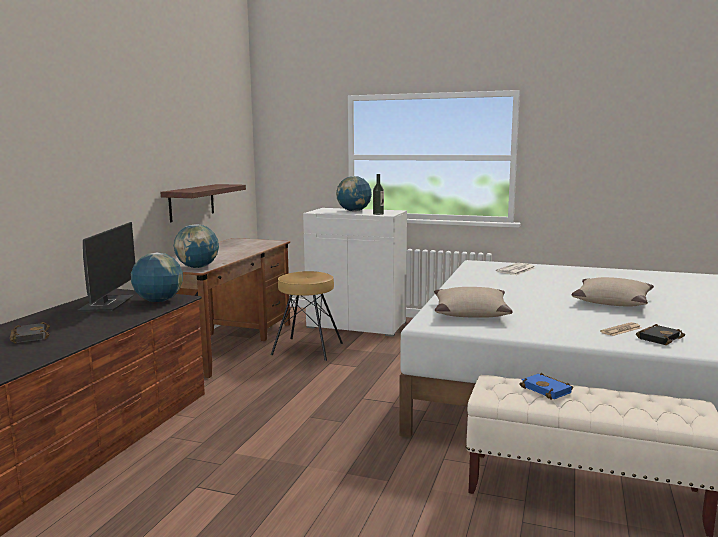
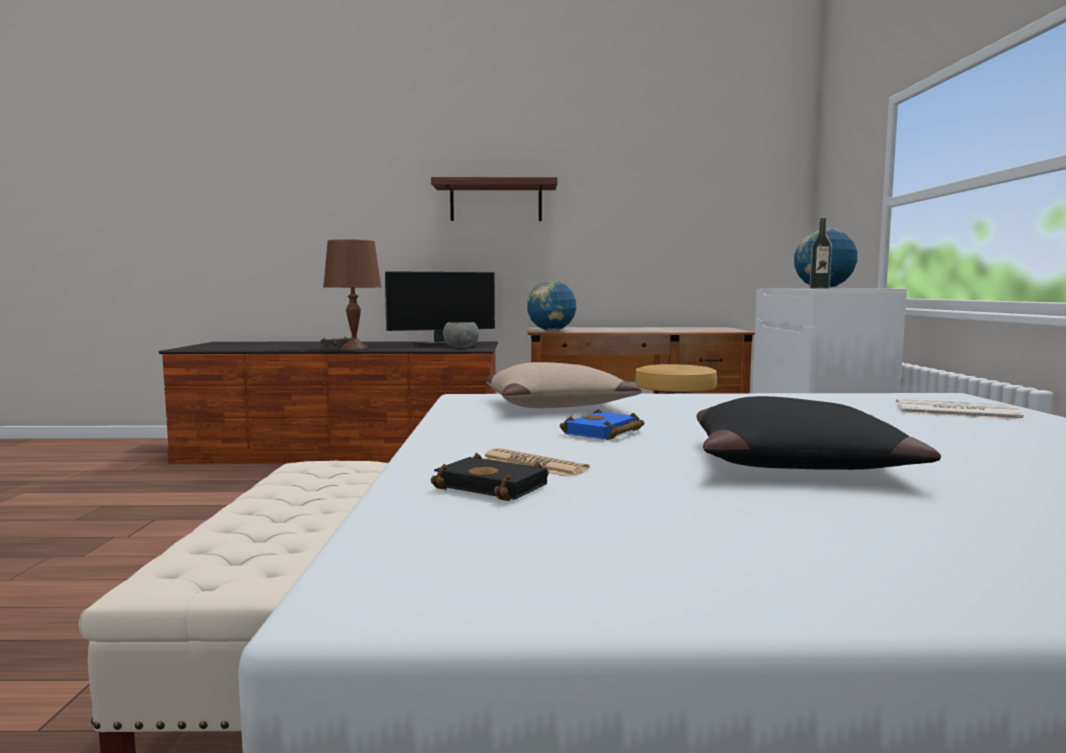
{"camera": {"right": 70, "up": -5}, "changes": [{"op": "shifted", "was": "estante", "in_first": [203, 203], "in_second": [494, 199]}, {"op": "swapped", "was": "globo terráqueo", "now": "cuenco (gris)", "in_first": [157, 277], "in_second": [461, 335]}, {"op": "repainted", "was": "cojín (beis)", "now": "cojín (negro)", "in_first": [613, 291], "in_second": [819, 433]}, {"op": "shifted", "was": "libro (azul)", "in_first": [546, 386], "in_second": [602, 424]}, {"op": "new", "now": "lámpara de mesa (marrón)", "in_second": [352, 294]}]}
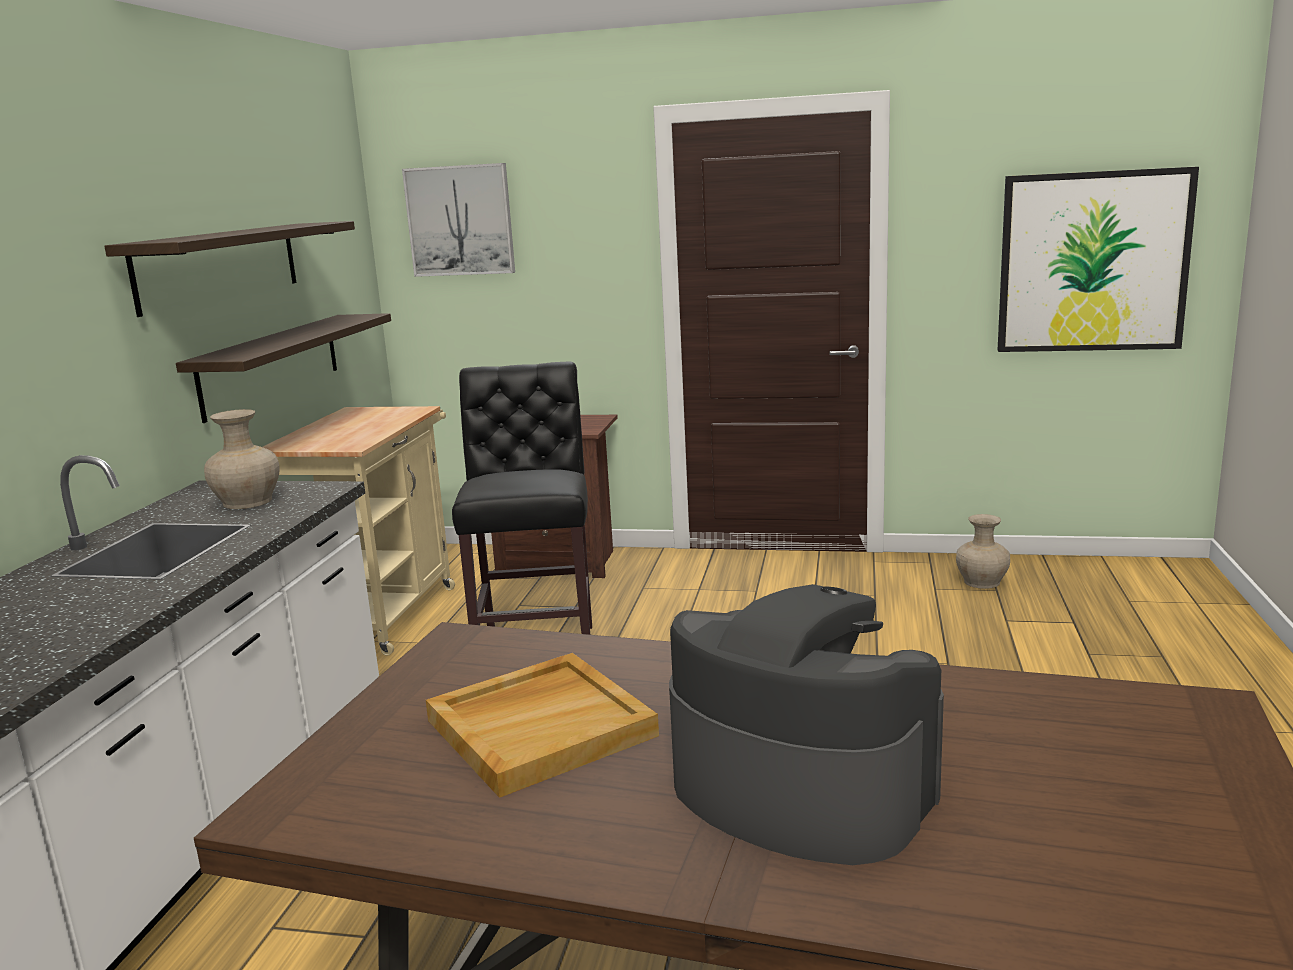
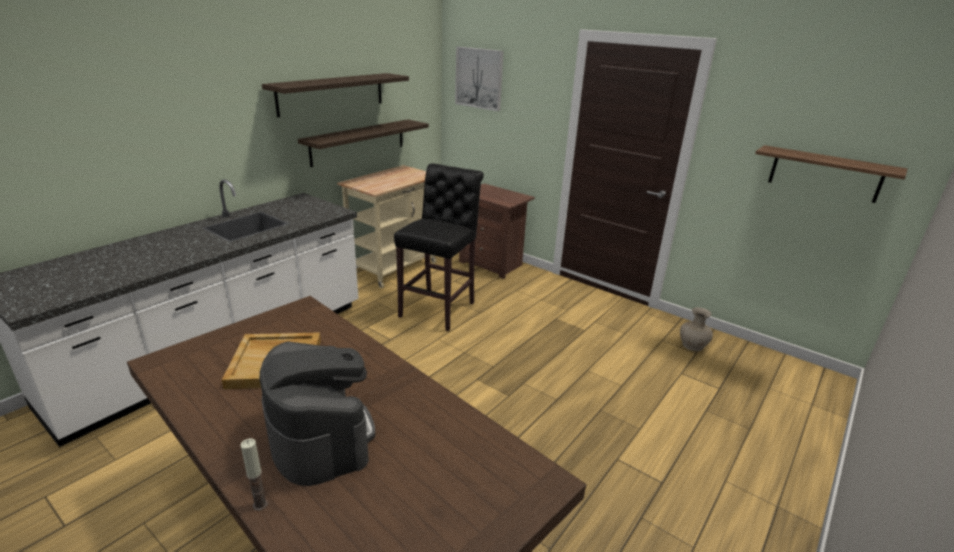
{"camera": {"right": 25, "up": 10}, "changes": [{"op": "swapped", "was": "cuadro", "now": "estante", "in_first": [1098, 259], "in_second": [831, 174]}, {"op": "gone", "was": "florero (beis)", "in_first": [242, 459]}, {"op": "new", "now": "vela", "in_second": [254, 474]}]}
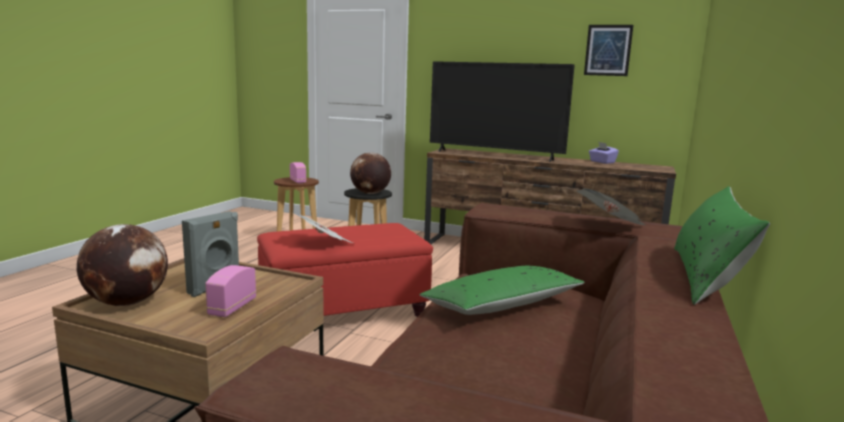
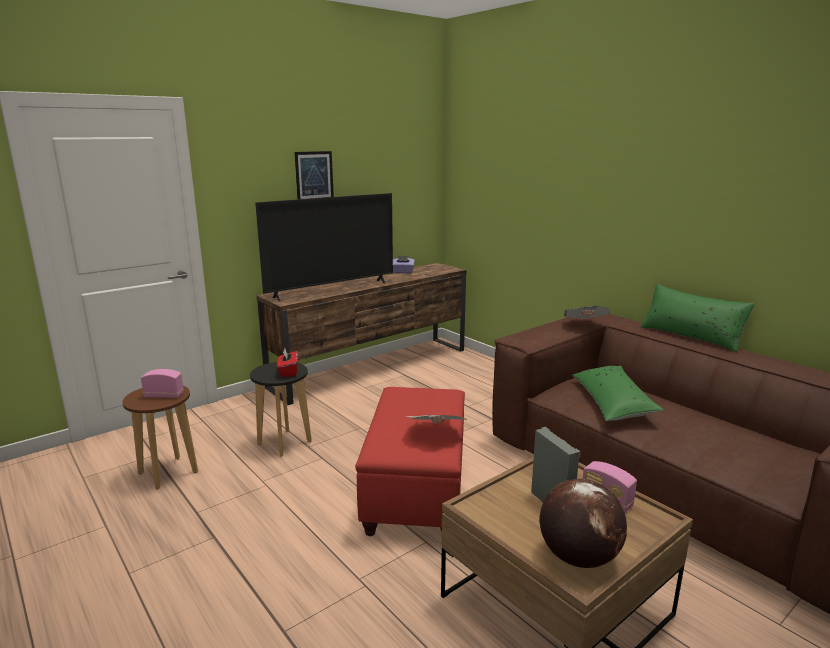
{"camera": {"right": -60, "up": 5}, "changes": [{"op": "shifted", "was": "cuadro", "in_first": [608, 50], "in_second": [314, 175]}, {"op": "swapped", "was": "globo terráqueo", "now": "caja de pañuelos (rojo)", "in_first": [370, 173], "in_second": [287, 362]}]}
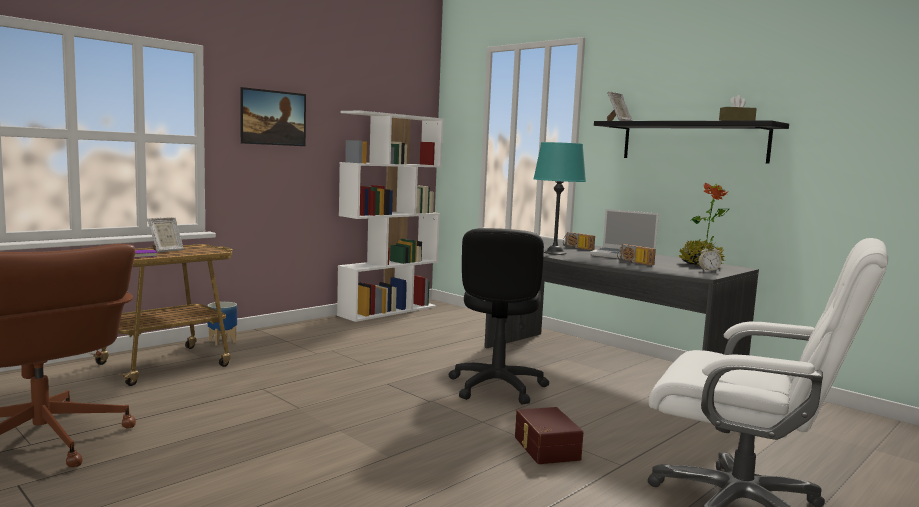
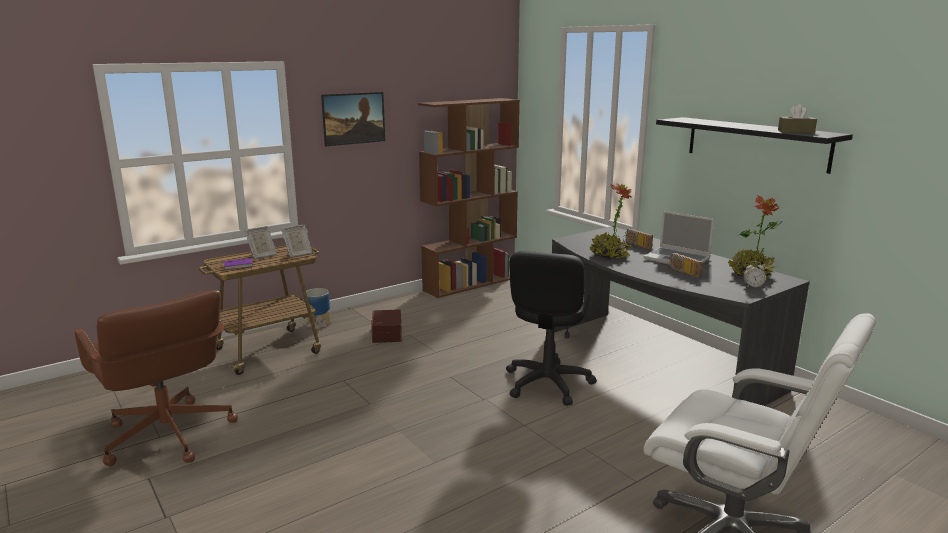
{"camera": {"right": 10, "up": 10}, "changes": [{"op": "shifted", "was": "portarretratos", "in_first": [620, 106], "in_second": [296, 241]}, {"op": "repainted", "was": "estantería (blanco)", "now": "estantería (marrón)", "in_first": [390, 216], "in_second": [469, 198]}, {"op": "swapped", "was": "lámpara de mesa (turquesa)", "now": "planta en maceta", "in_first": [559, 198], "in_second": [611, 221]}, {"op": "shifted", "was": "caja de almacenaje (marrón)", "in_first": [549, 435], "in_second": [385, 326]}]}
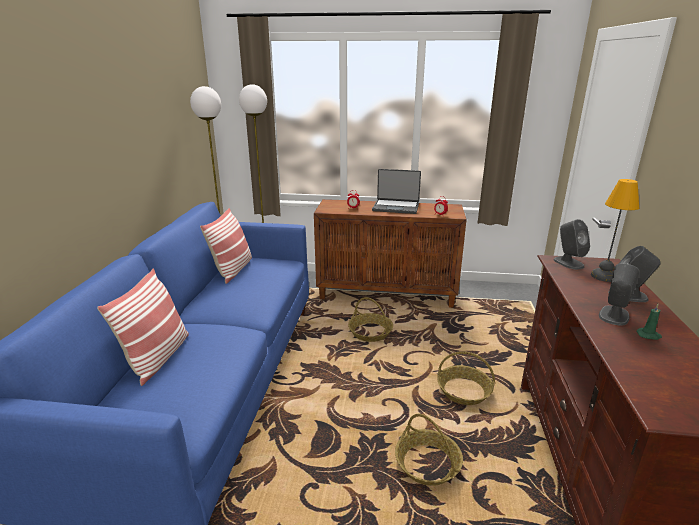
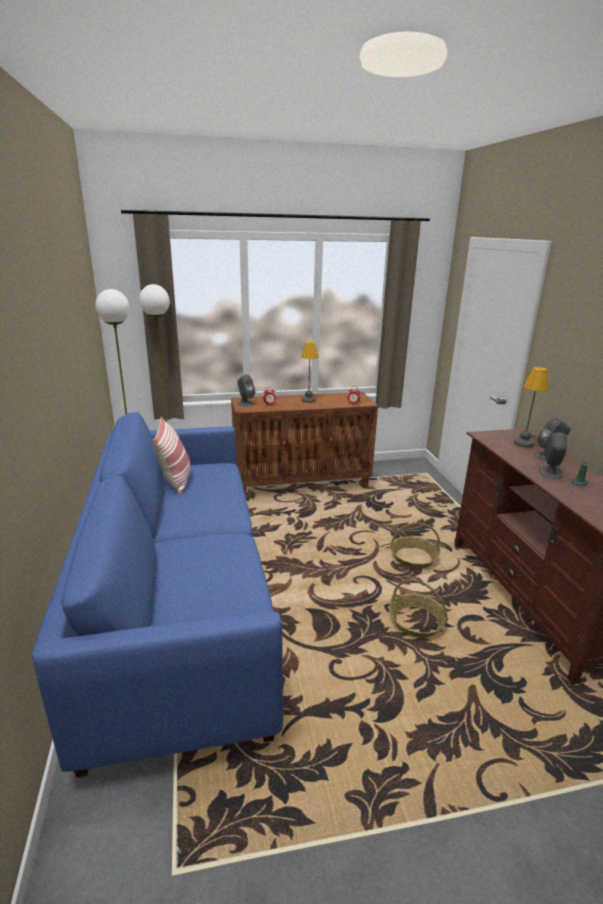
{"camera": {"right": -20, "up": 0}, "changes": [{"op": "swapped", "was": "portátil", "now": "lámpara de mesa", "in_first": [396, 191], "in_second": [310, 372]}, {"op": "shifted", "was": "altavoz (gris)", "in_first": [572, 244], "in_second": [246, 390]}, {"op": "gone", "was": "cojín", "in_first": [143, 327]}, {"op": "gone", "was": "cesta", "in_first": [370, 319]}]}
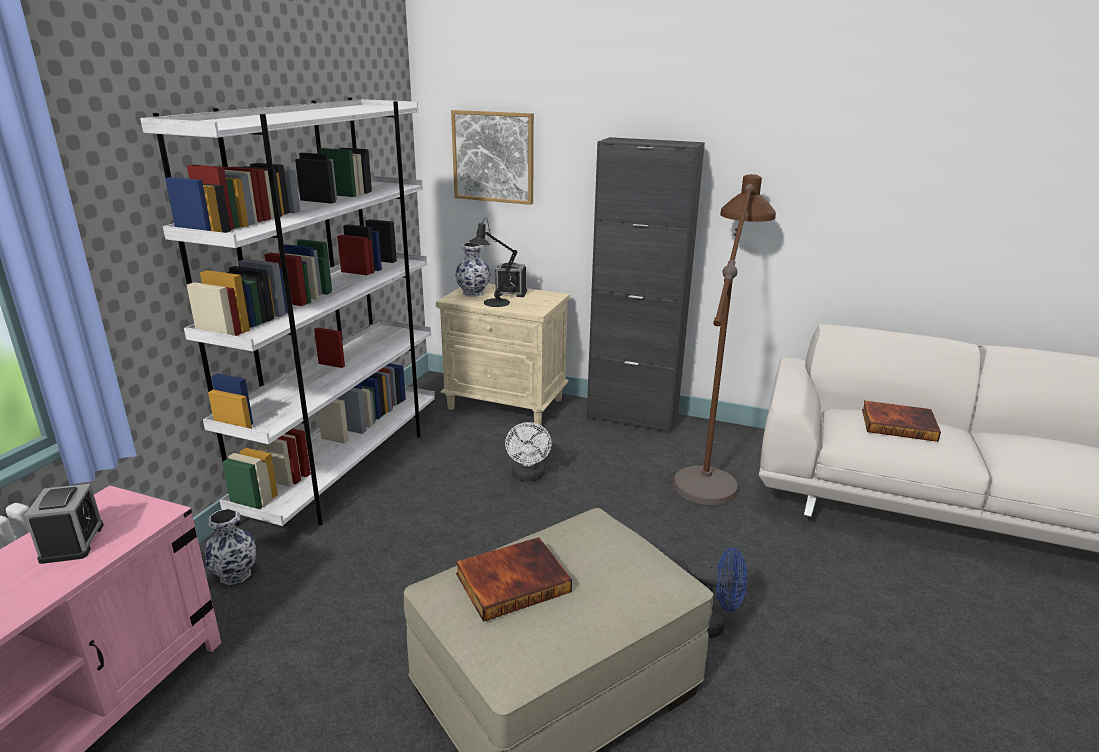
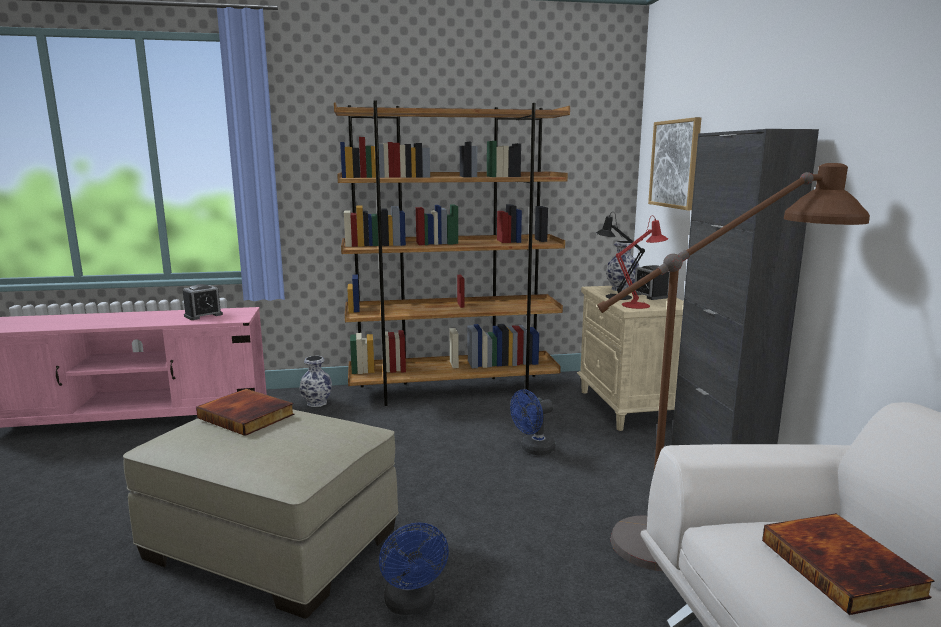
{"camera": {"right": 60, "up": -10}, "changes": [{"op": "repainted", "was": "estantería (blanco)", "now": "estantería (marrón)", "in_first": [287, 311], "in_second": [452, 253]}, {"op": "repainted", "was": "ventilador (blanco)", "now": "ventilador (azul)", "in_first": [528, 451], "in_second": [533, 422]}, {"op": "new", "now": "lámpara de mesa (rojo)", "in_second": [642, 262]}]}
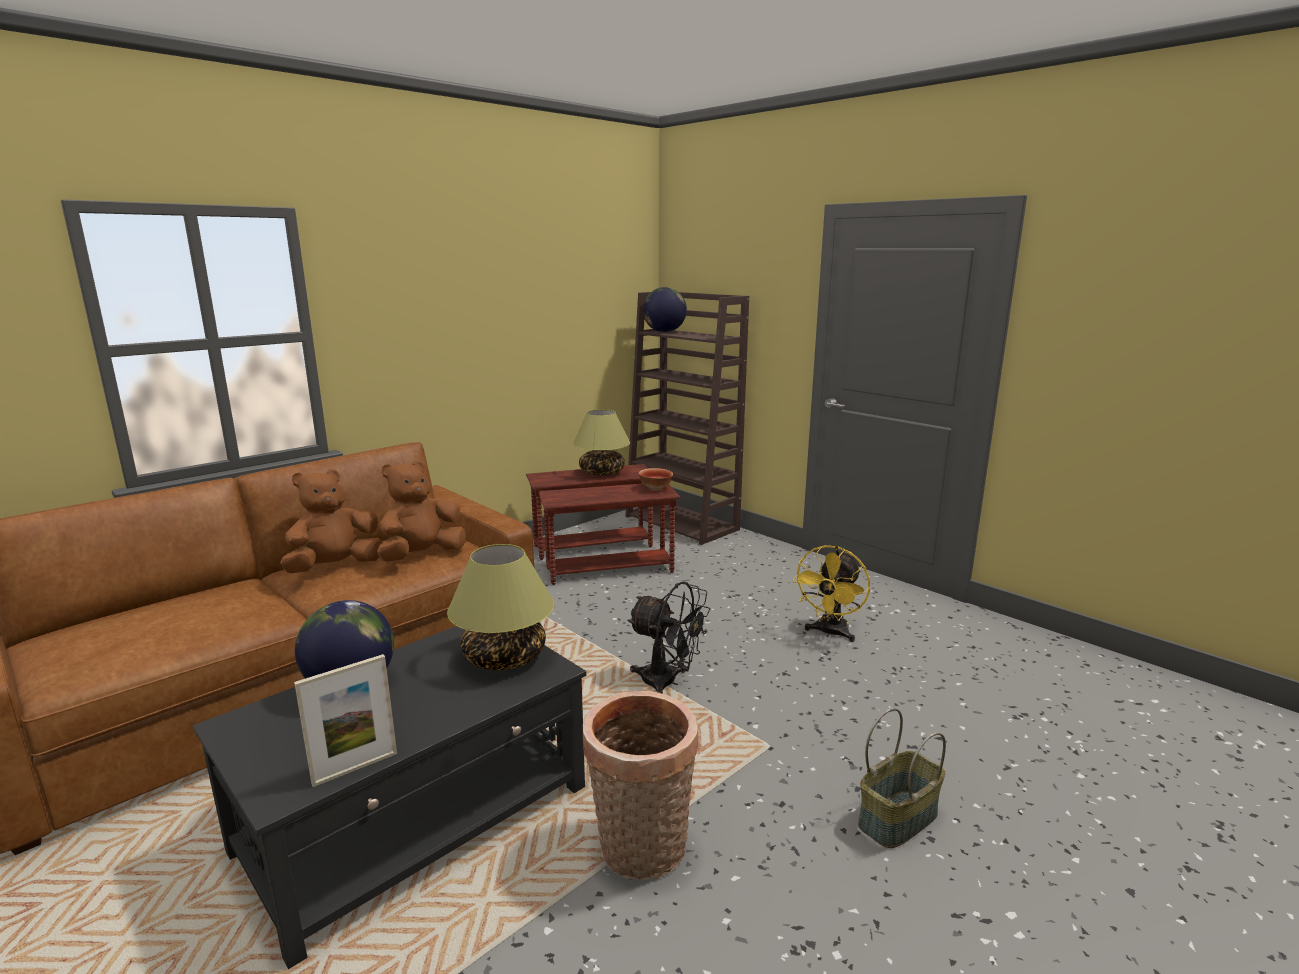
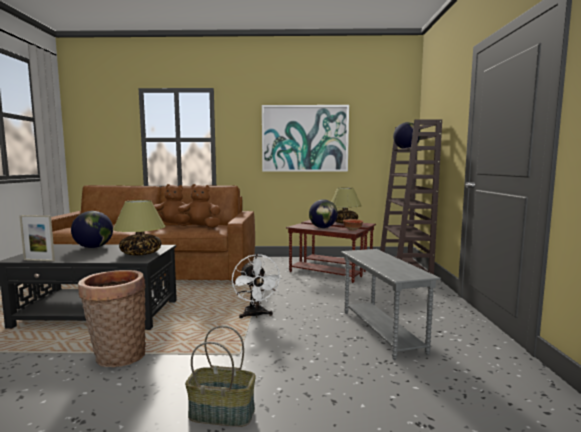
{"camera": {"right": 45, "up": -10}, "changes": [{"op": "swapped", "was": "ventilador (amarillo)", "now": "mesa auxiliar (gris)", "in_first": [831, 593], "in_second": [391, 304]}, {"op": "repainted", "was": "ventilador (negro)", "now": "ventilador (blanco)", "in_first": [668, 637], "in_second": [257, 286]}, {"op": "new", "now": "cuadro", "in_second": [305, 138]}, {"op": "new", "now": "globo terráqueo", "in_second": [323, 213]}]}
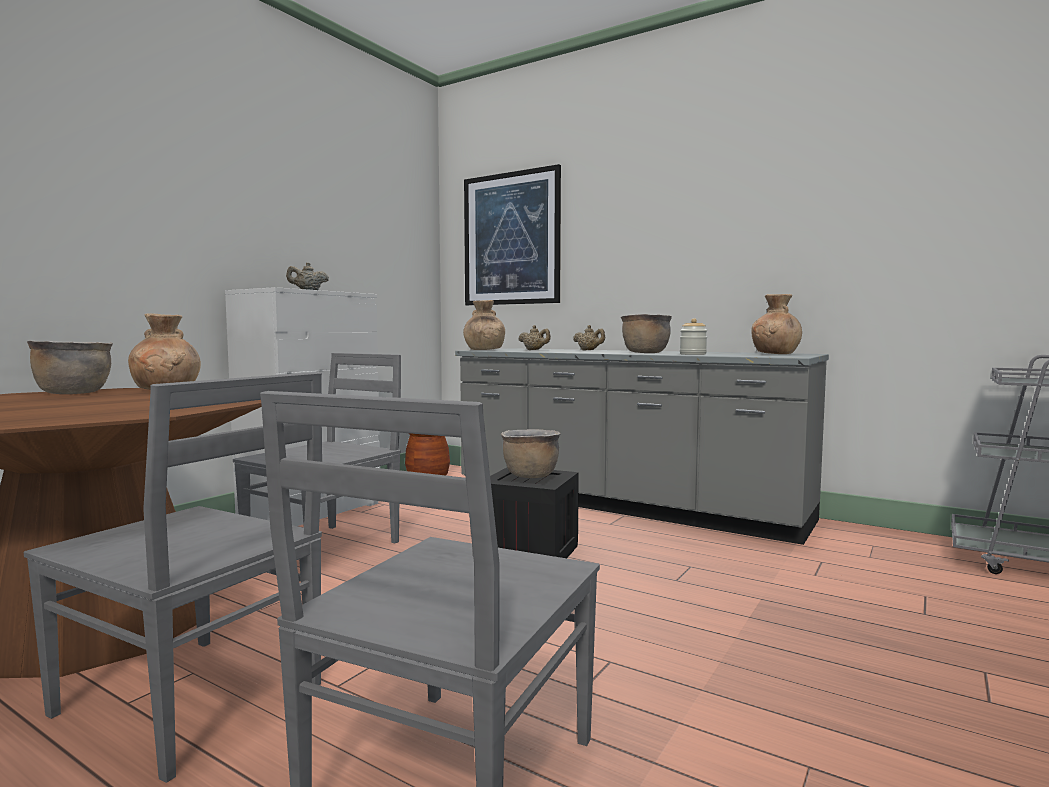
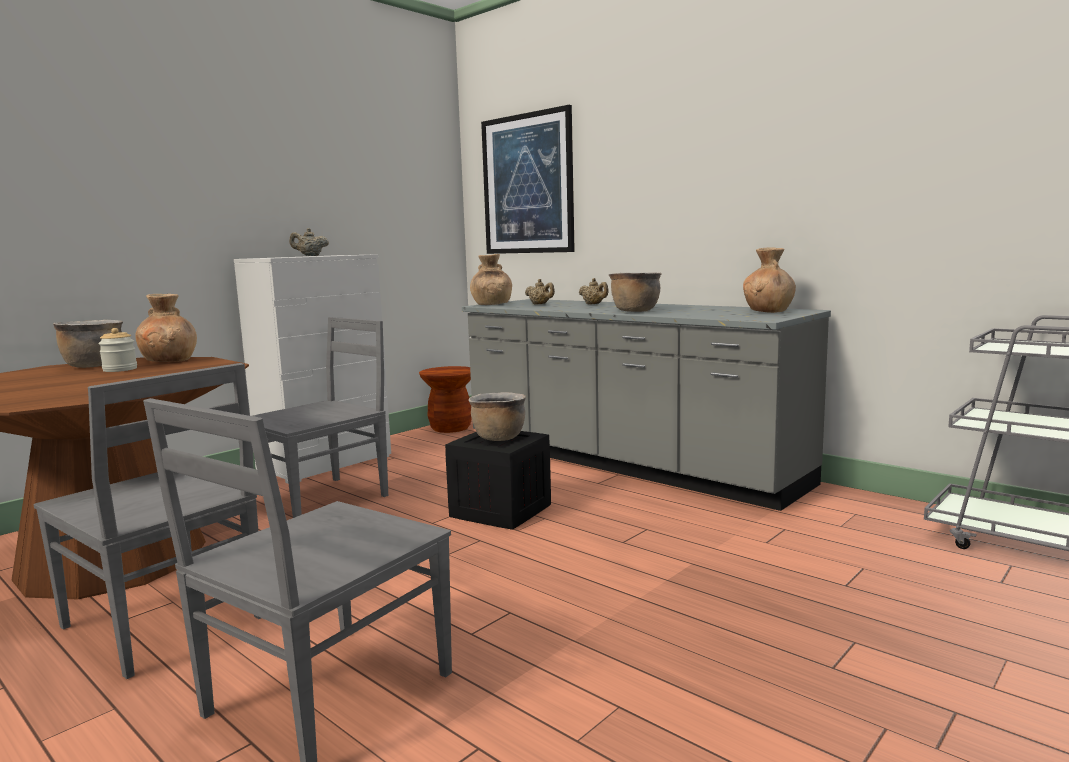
{"camera": {"right": 10, "up": 5}, "changes": [{"op": "shifted", "was": "tarro", "in_first": [693, 336], "in_second": [117, 350]}]}
